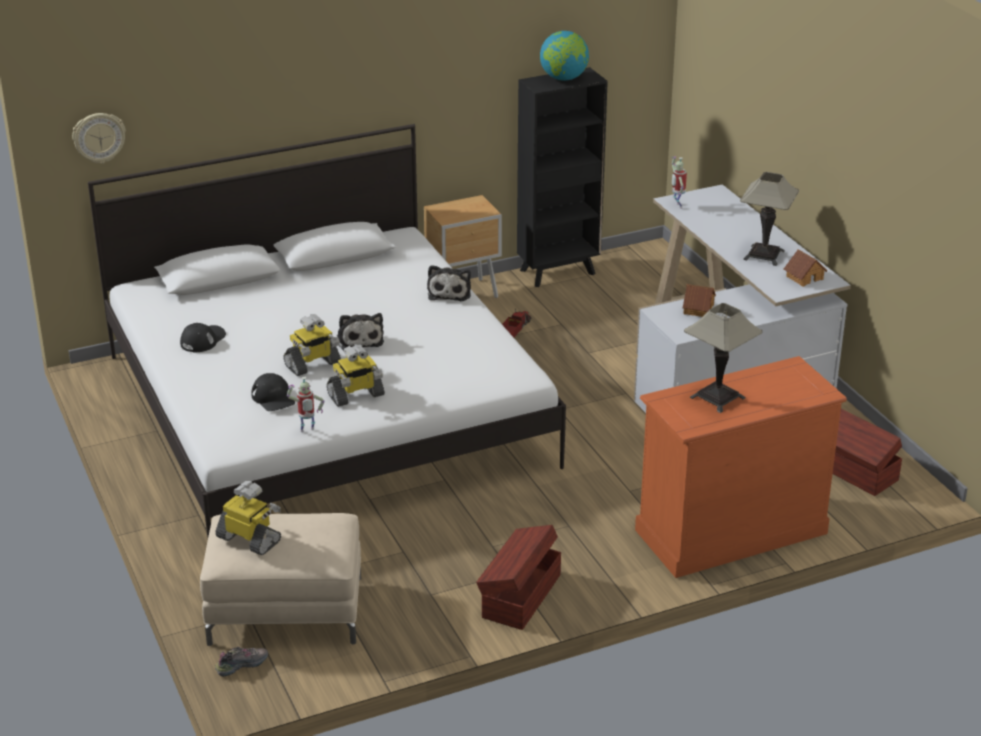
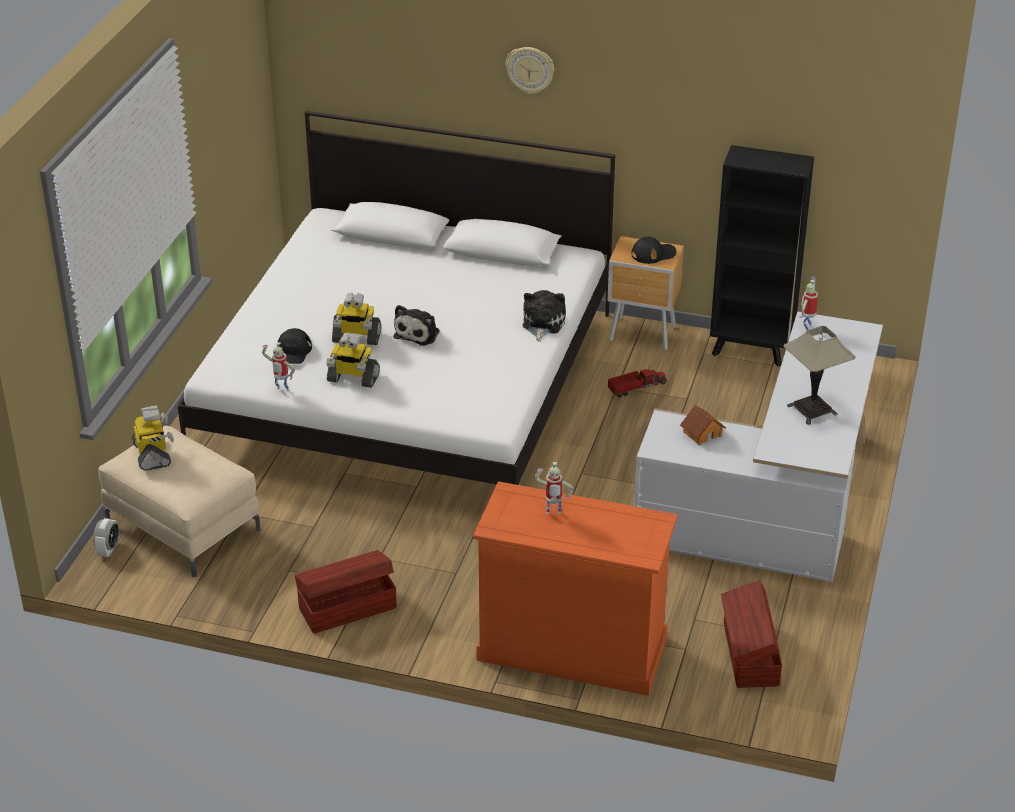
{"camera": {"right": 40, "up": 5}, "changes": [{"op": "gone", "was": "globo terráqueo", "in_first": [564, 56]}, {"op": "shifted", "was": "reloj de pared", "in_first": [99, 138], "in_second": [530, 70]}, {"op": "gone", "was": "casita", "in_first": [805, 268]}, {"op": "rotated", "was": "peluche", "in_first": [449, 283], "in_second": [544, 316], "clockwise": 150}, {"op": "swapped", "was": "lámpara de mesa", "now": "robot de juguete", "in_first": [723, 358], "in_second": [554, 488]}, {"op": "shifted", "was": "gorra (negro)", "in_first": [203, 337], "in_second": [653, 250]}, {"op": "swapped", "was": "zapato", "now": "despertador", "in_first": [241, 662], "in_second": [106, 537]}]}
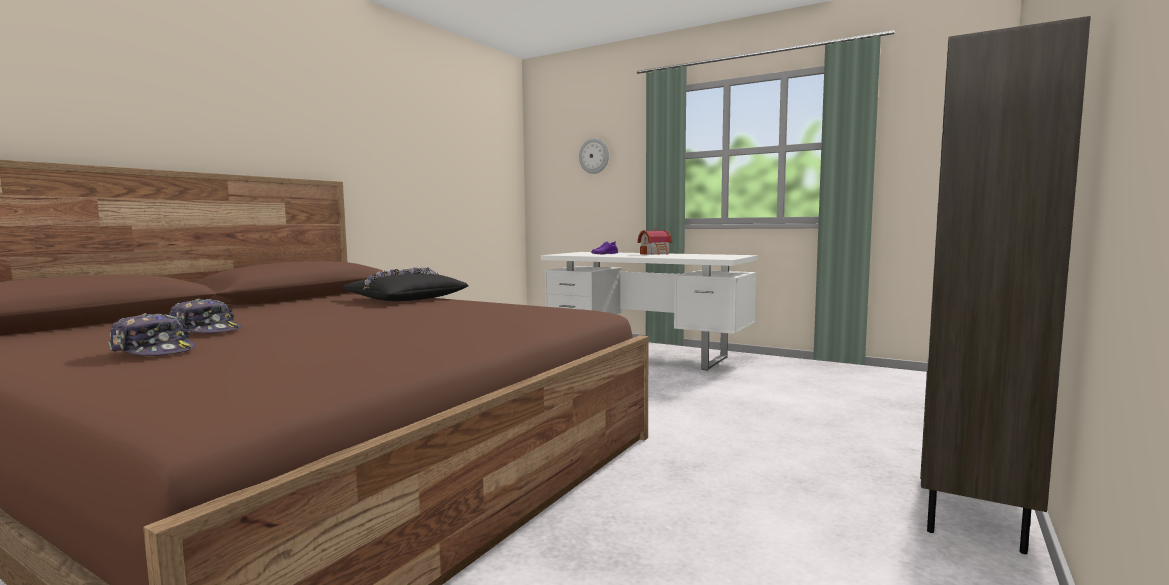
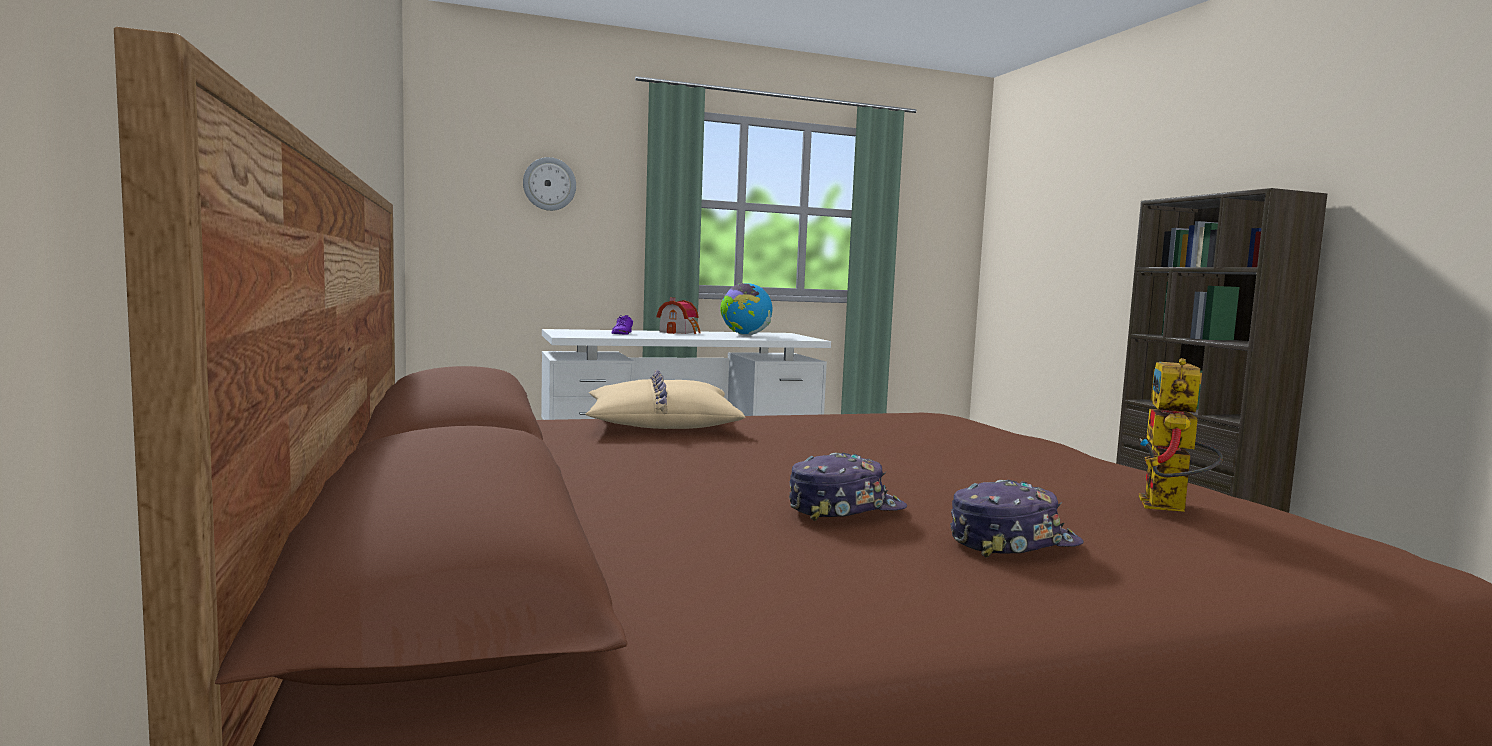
{"camera": {"right": -50, "up": 0}, "changes": [{"op": "repainted", "was": "cojín (negro)", "now": "cojín (beis)", "in_first": [404, 284], "in_second": [665, 399]}, {"op": "new", "now": "globo terráqueo", "in_second": [746, 309]}, {"op": "new", "now": "robot de juguete", "in_second": [1181, 435]}]}
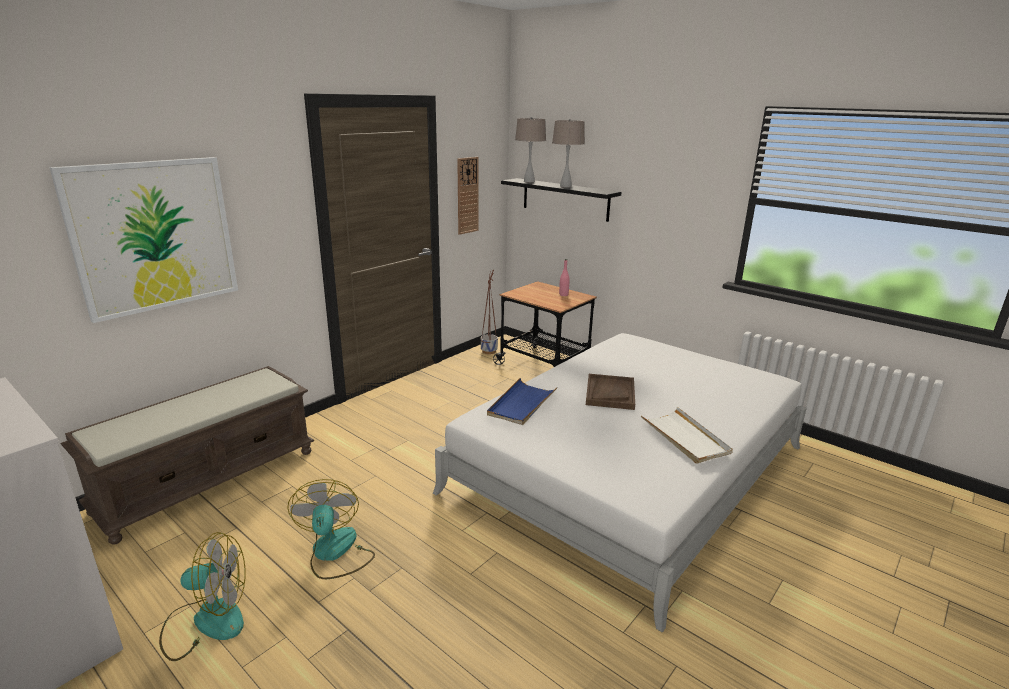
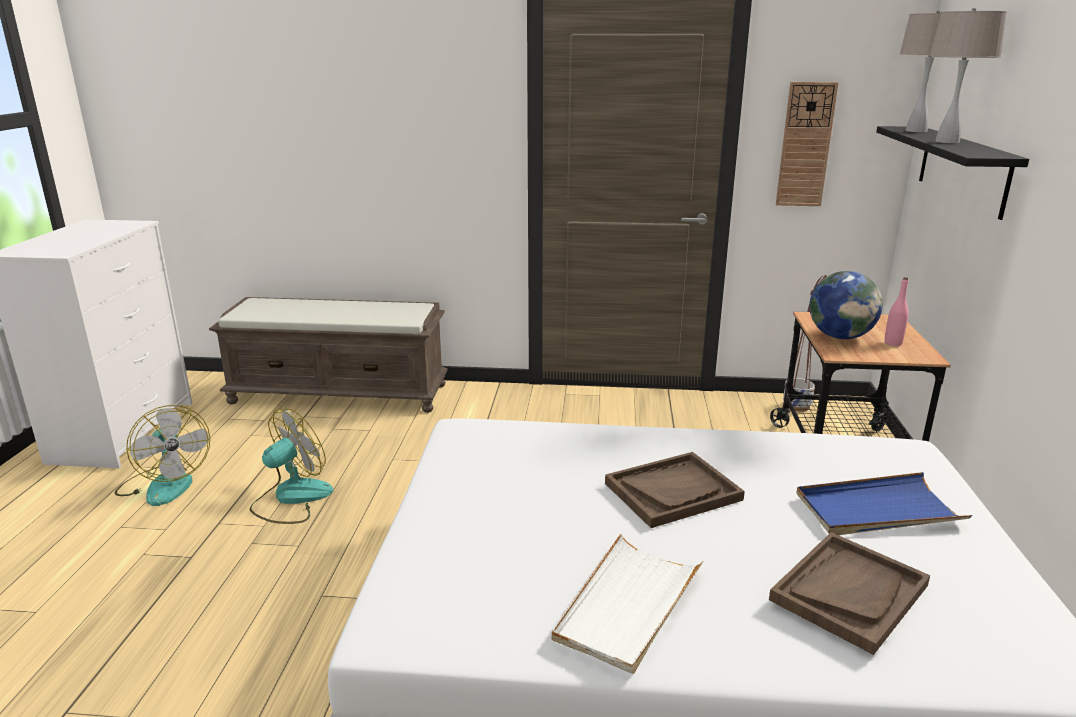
{"camera": {"right": 55, "up": 0}, "changes": [{"op": "gone", "was": "cuadro", "in_first": [143, 240]}, {"op": "shifted", "was": "bandeja (azul)", "in_first": [522, 401], "in_second": [884, 503]}, {"op": "new", "now": "globo terráqueo", "in_second": [846, 305]}, {"op": "new", "now": "bandeja (marrón)", "in_second": [849, 593]}]}
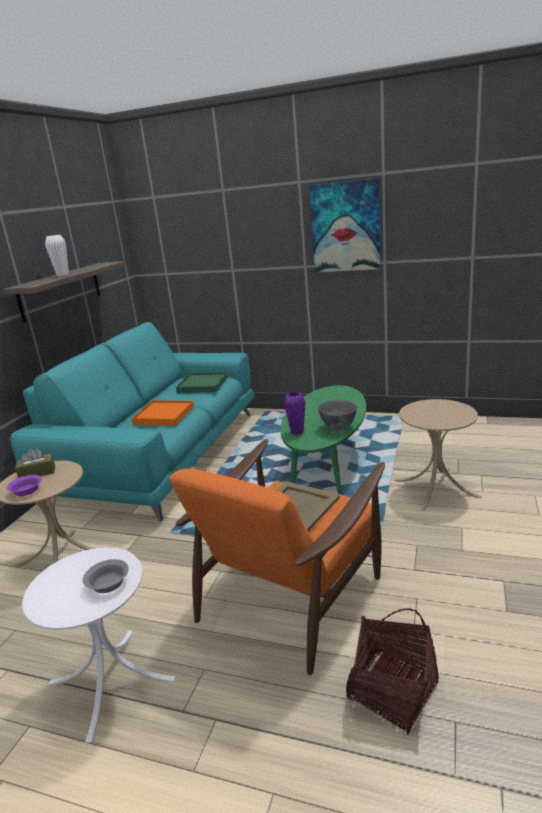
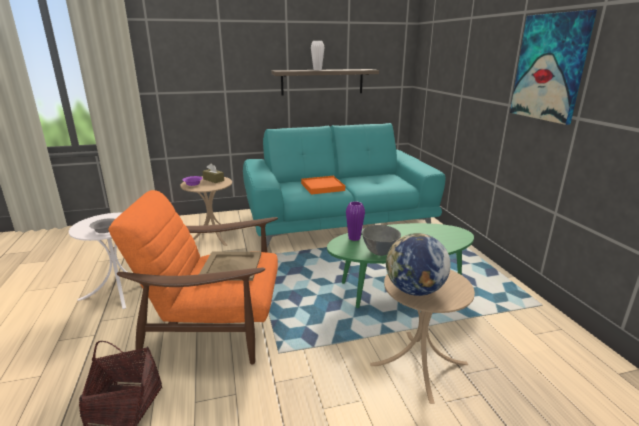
{"camera": {"right": 55, "up": 0}, "changes": [{"op": "gone", "was": "bandeja (verde)", "in_first": [202, 382]}, {"op": "new", "now": "globo terráqueo", "in_second": [418, 264]}]}
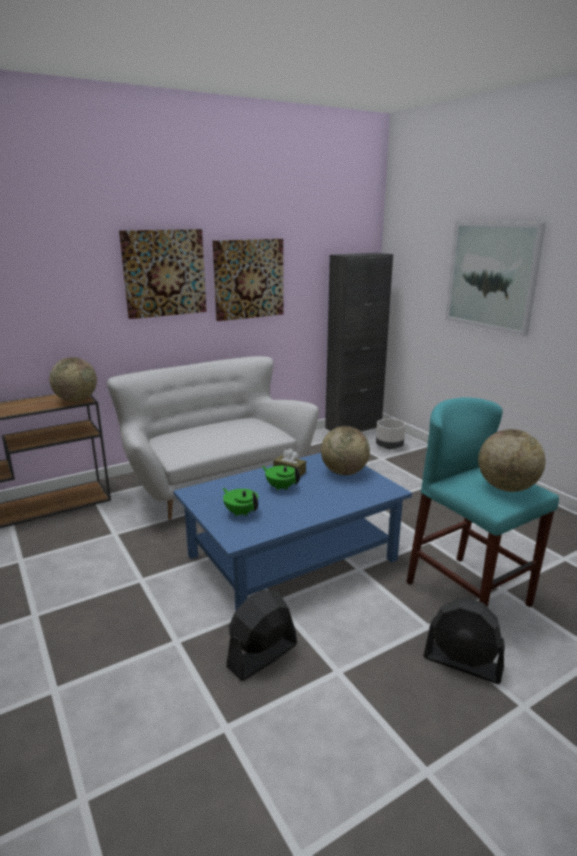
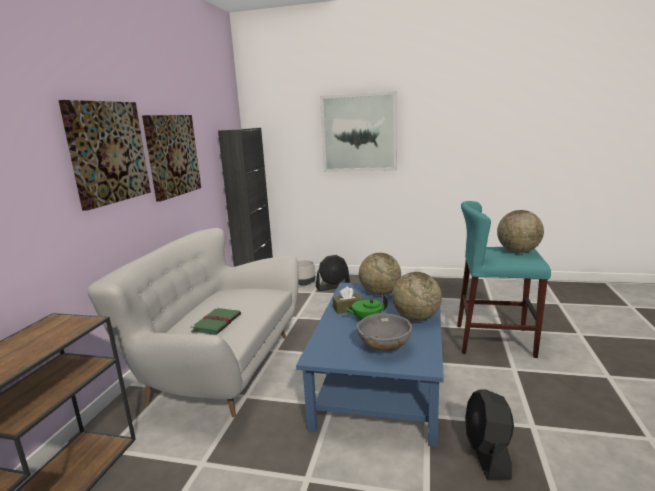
{"camera": {"right": -45, "up": -5}, "changes": [{"op": "shifted", "was": "globo terráqueo", "in_first": [73, 379], "in_second": [417, 296]}, {"op": "swapped", "was": "tetera (verde)", "now": "cuenco (gris)", "in_first": [240, 502], "in_second": [384, 332]}, {"op": "shifted", "was": "ventilador (negro)", "in_first": [464, 640], "in_second": [333, 273]}, {"op": "new", "now": "libro (verde)", "in_second": [215, 321]}]}
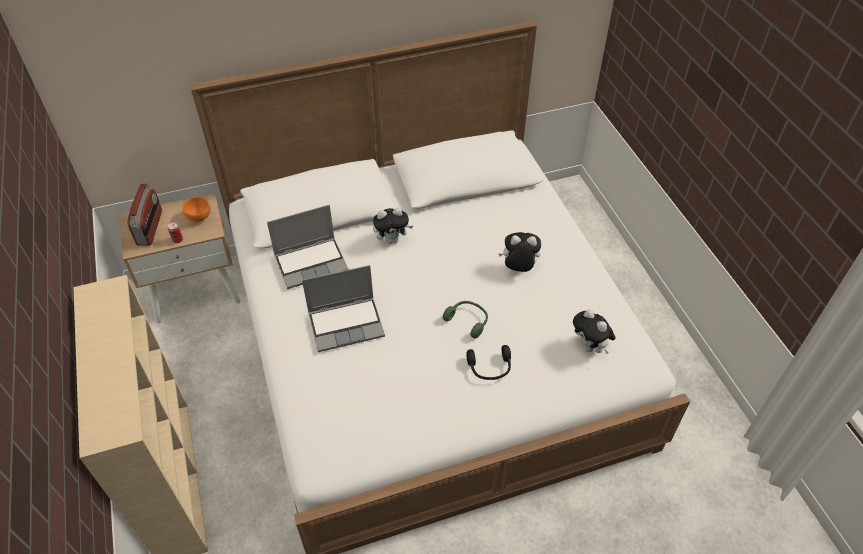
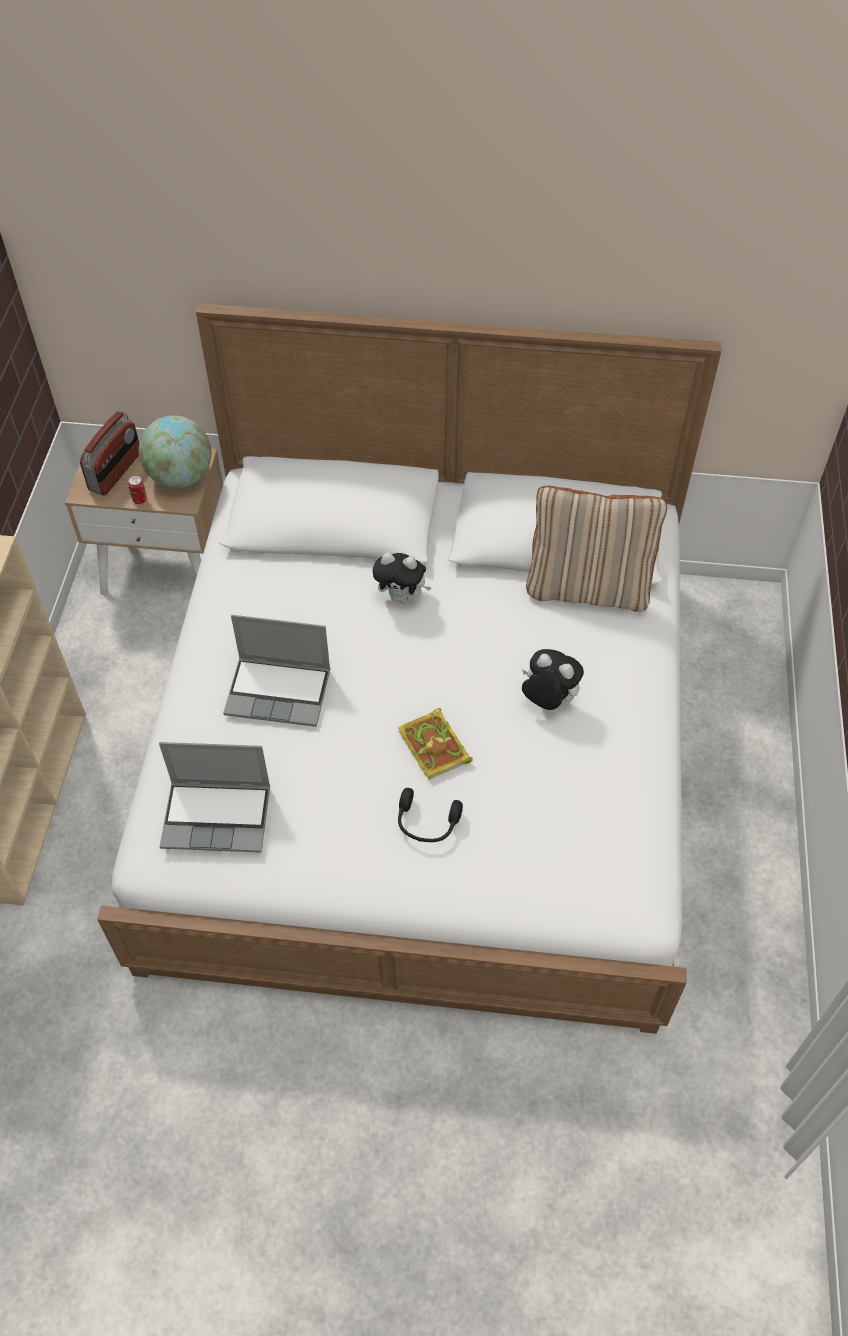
{"camera": {"right": 25, "up": 5}, "changes": [{"op": "swapped", "was": "cuenco (naranja)", "now": "globo terráqueo", "in_first": [196, 209], "in_second": [175, 451]}, {"op": "shifted", "was": "portátil", "in_first": [308, 247], "in_second": [214, 797]}, {"op": "swapped", "was": "auriculares (verde)", "now": "libro", "in_first": [465, 319], "in_second": [435, 744]}, {"op": "gone", "was": "peluche", "in_first": [594, 331]}, {"op": "new", "now": "cojín (beis)", "in_second": [596, 549]}]}
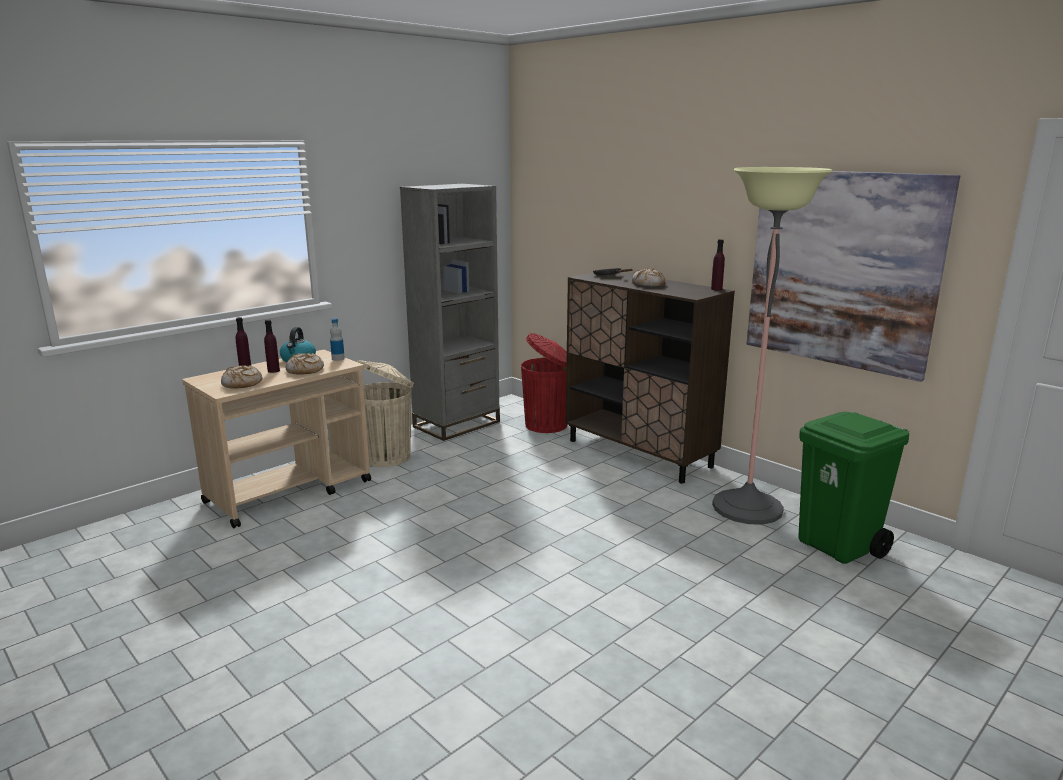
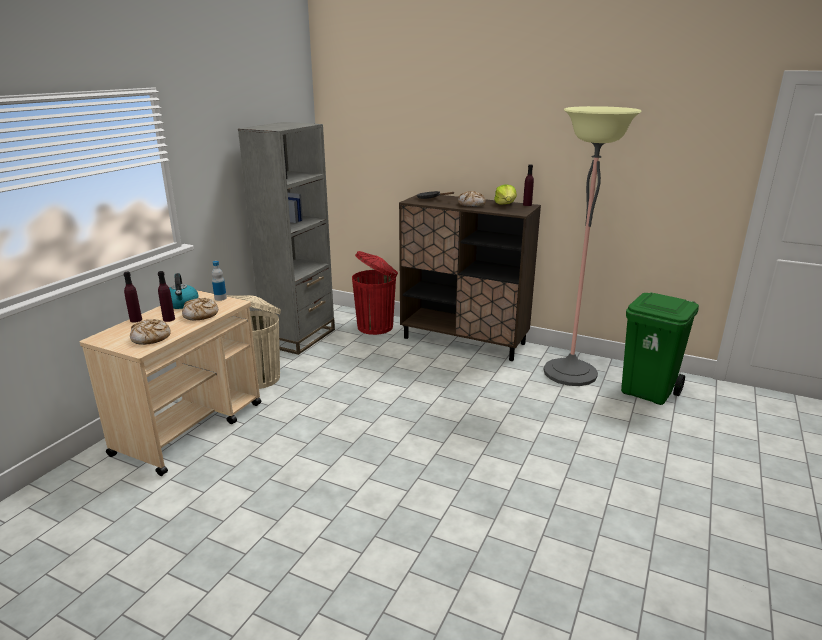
{"camera": {"right": -20, "up": 5}, "changes": [{"op": "gone", "was": "cuadro", "in_first": [853, 276]}, {"op": "new", "now": "lechuga", "in_second": [505, 194]}]}
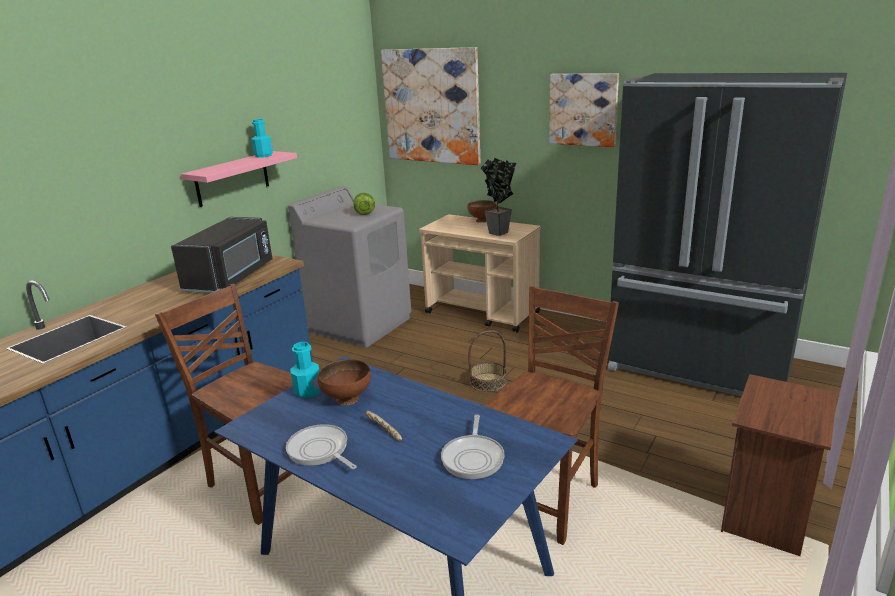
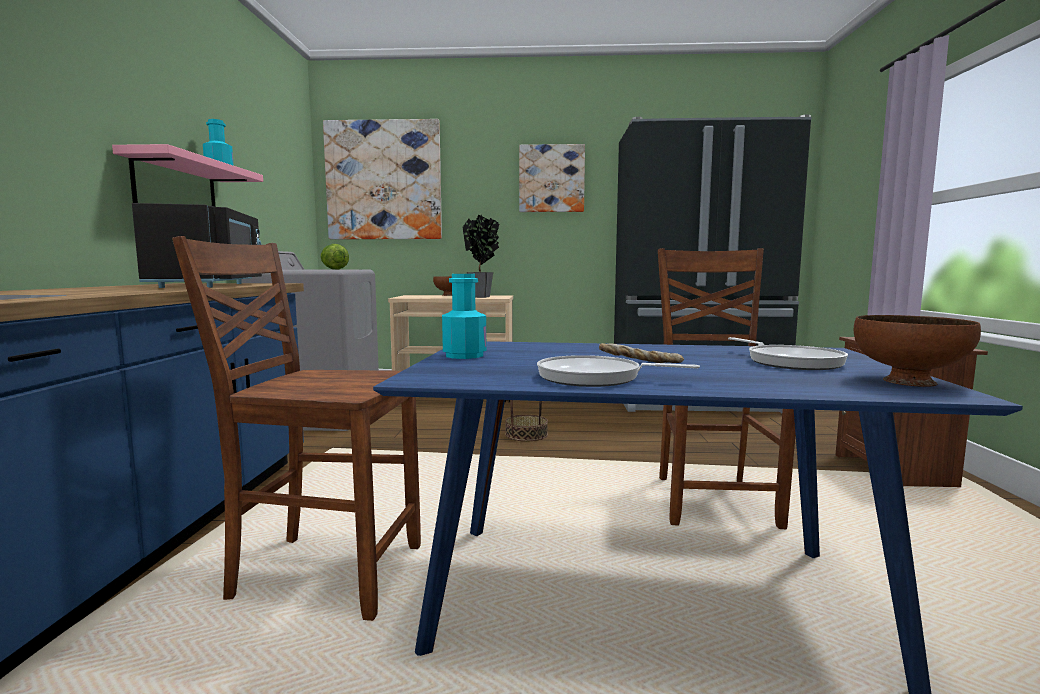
{"camera": {"right": -30, "up": -15}, "changes": [{"op": "shifted", "was": "cuenco (marrón)", "in_first": [344, 382], "in_second": [917, 351]}]}
